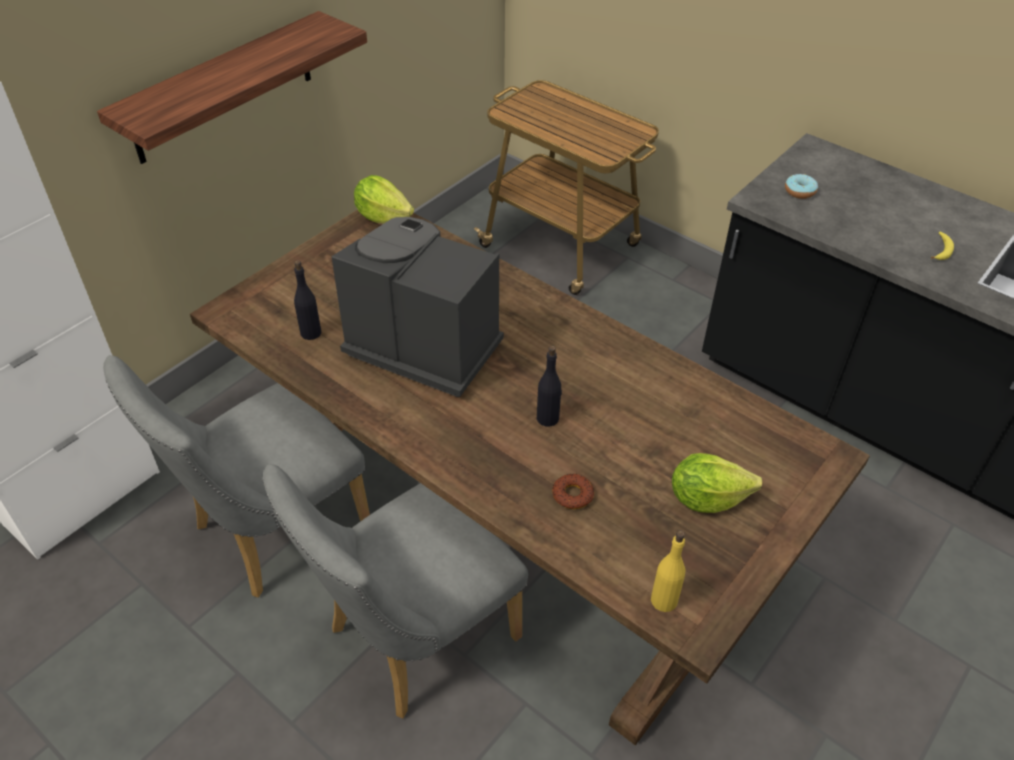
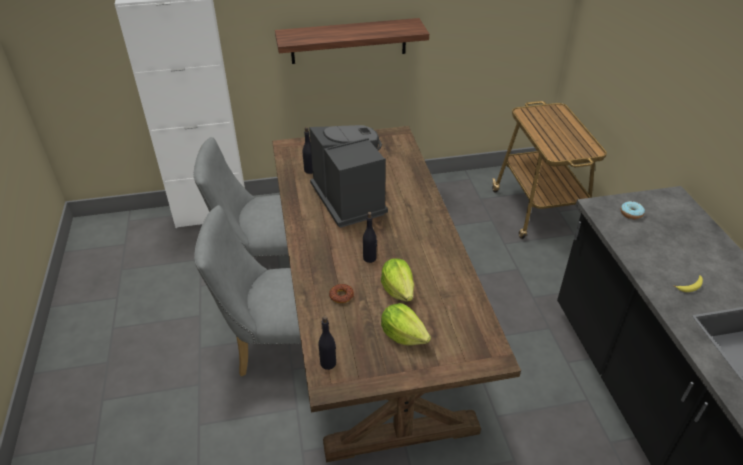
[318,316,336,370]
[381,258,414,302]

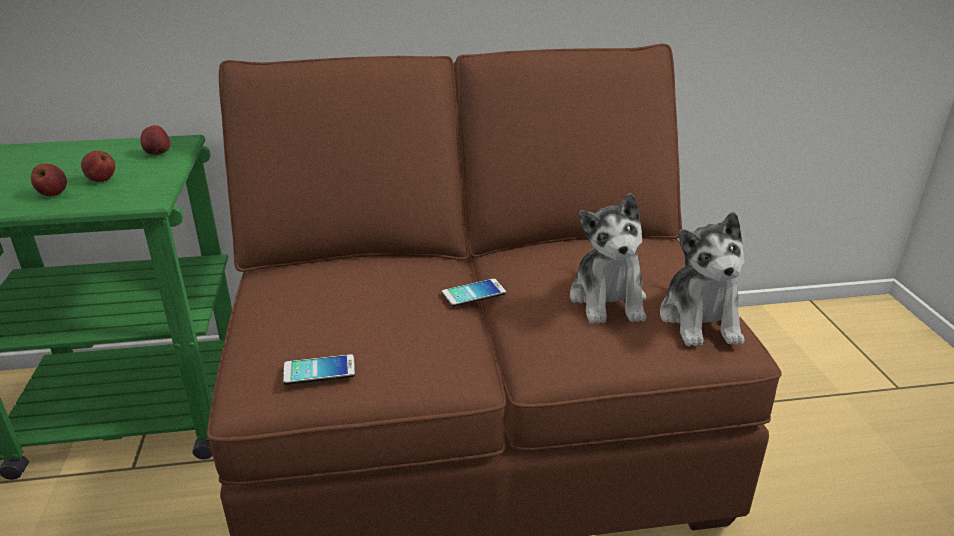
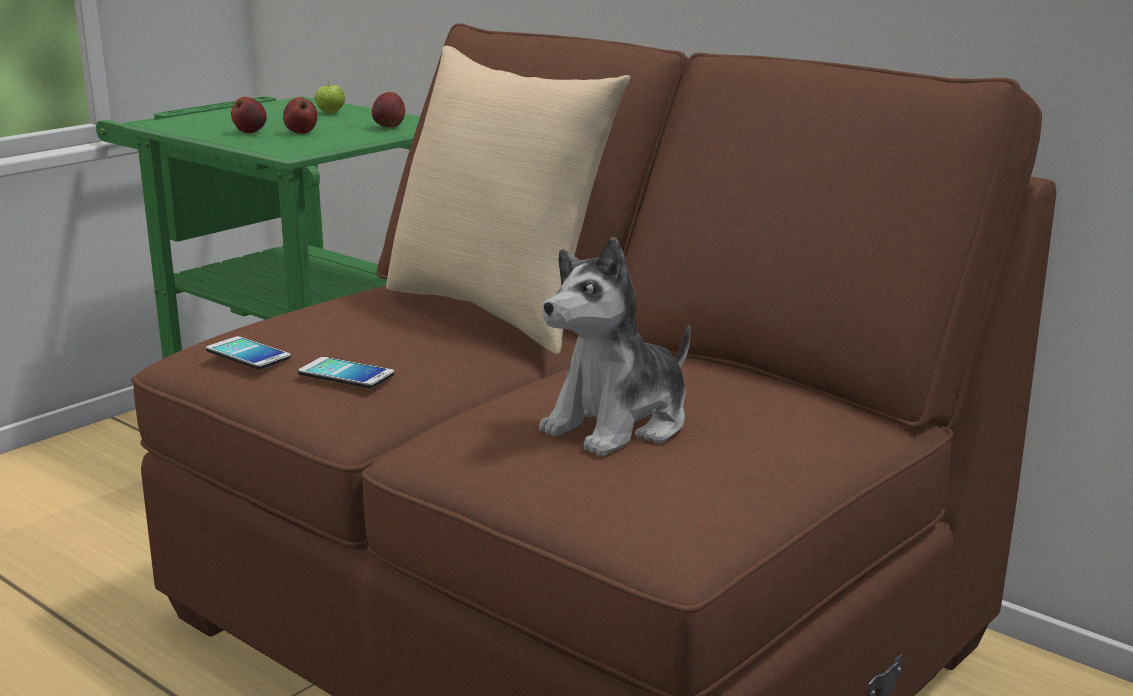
[298,357,395,388]
[315,79,345,114]
[386,45,630,355]
[660,212,745,346] (first image)

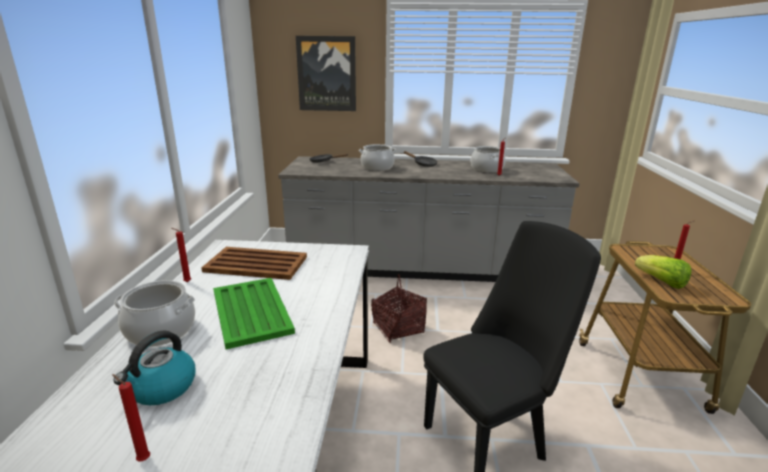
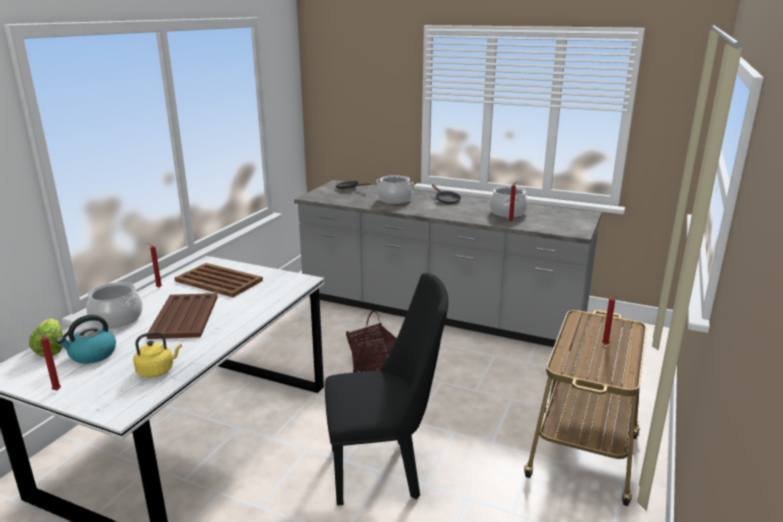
[29,318,63,357]
[133,331,182,378]
[147,293,218,339]
[296,36,356,111] (first image)

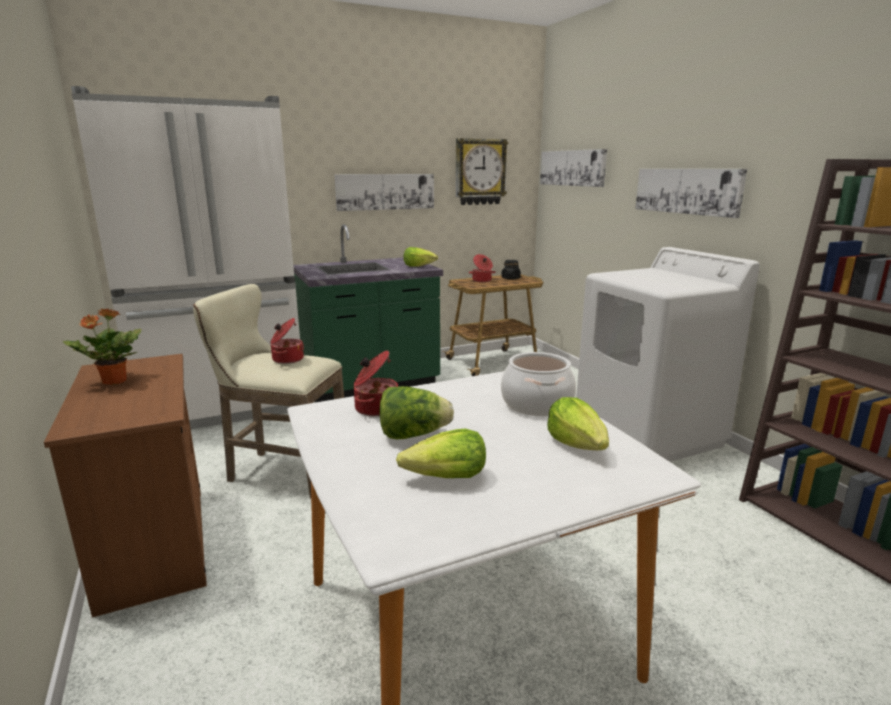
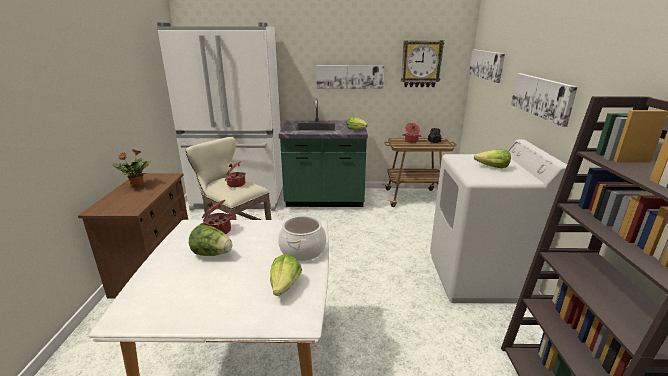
[474,149,511,168]

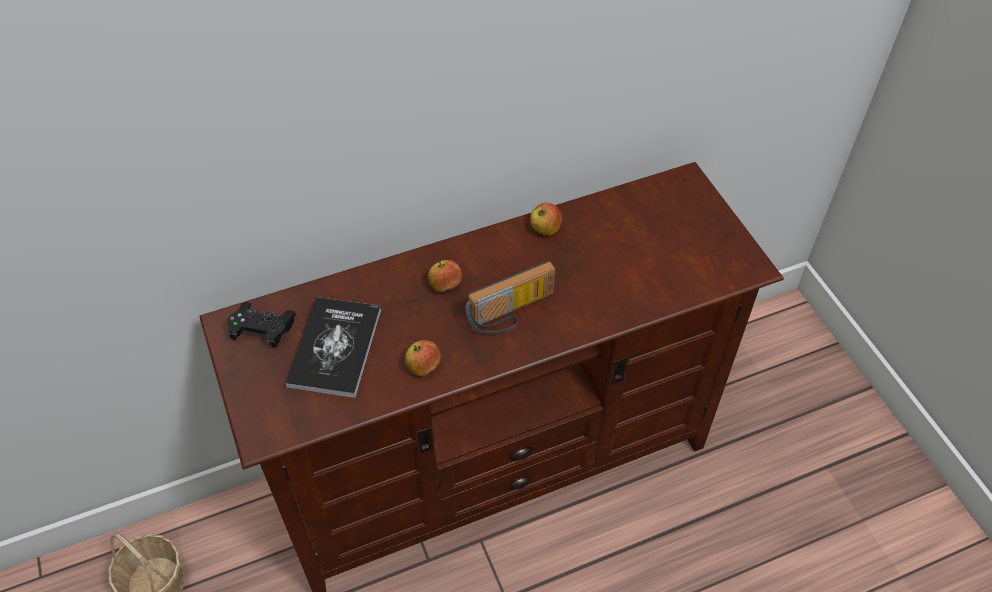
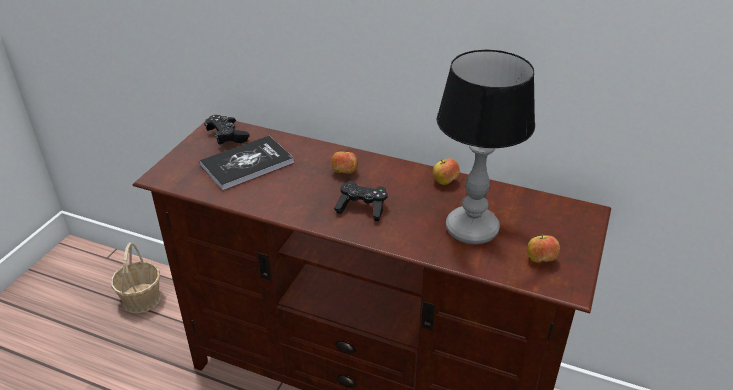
[334,181,388,221]
[437,49,535,245]
[527,234,560,263]

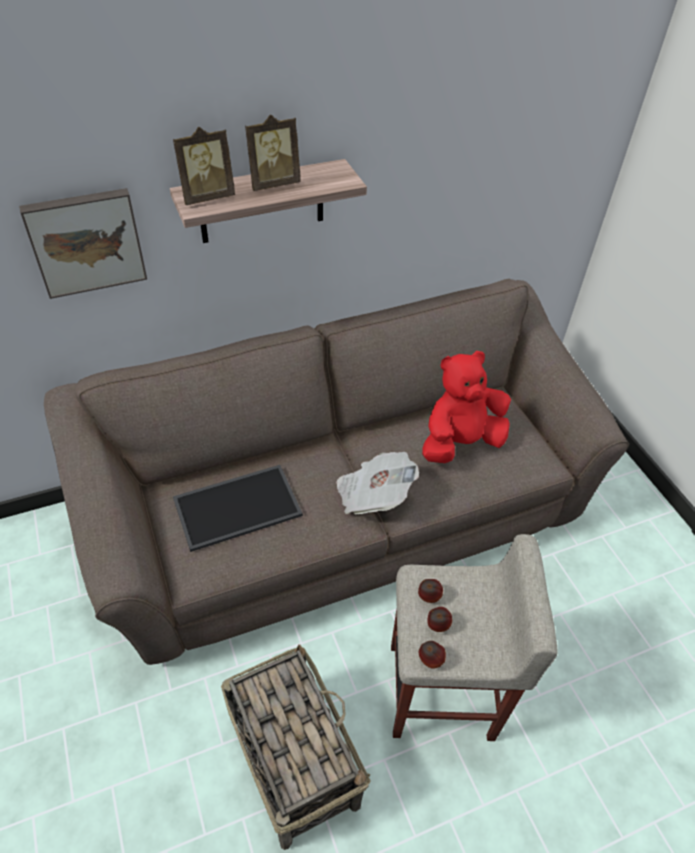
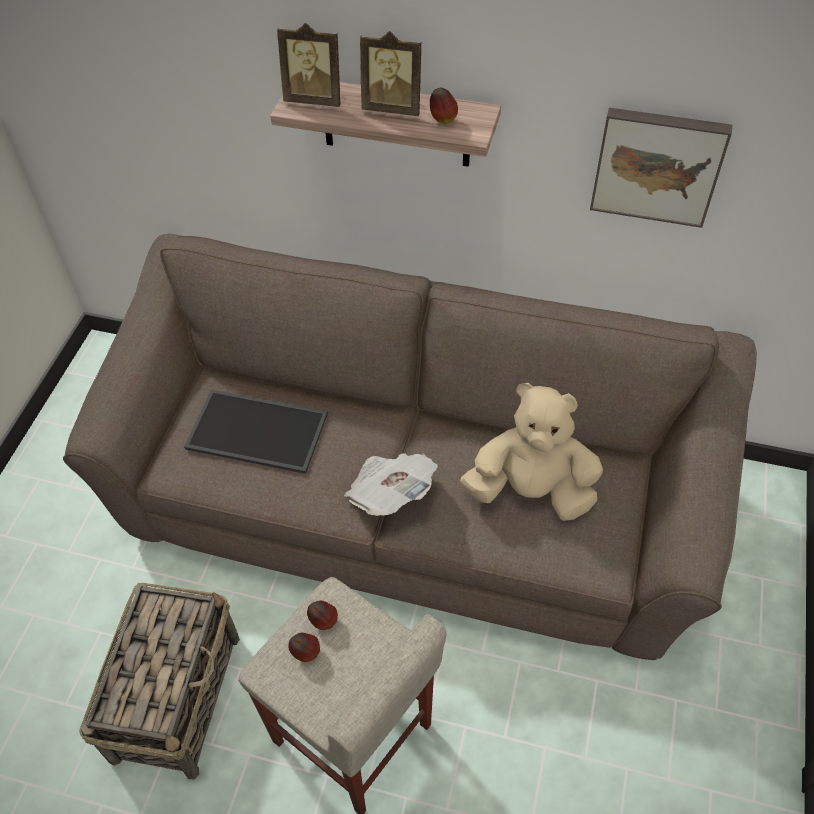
[430,88,458,124]
[460,383,603,521]
[590,108,732,228]

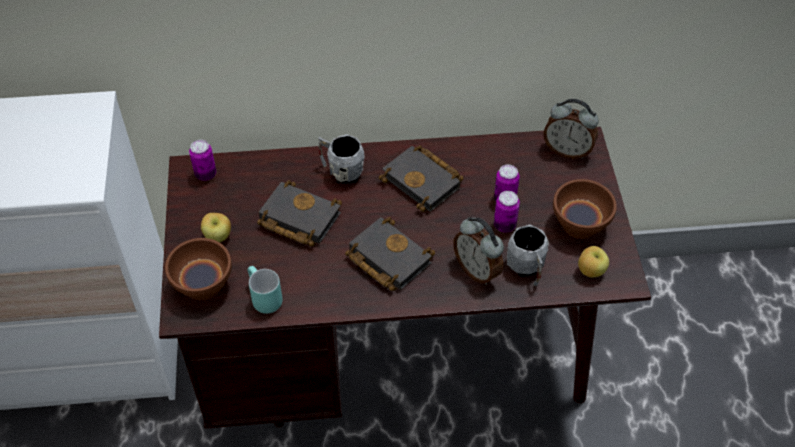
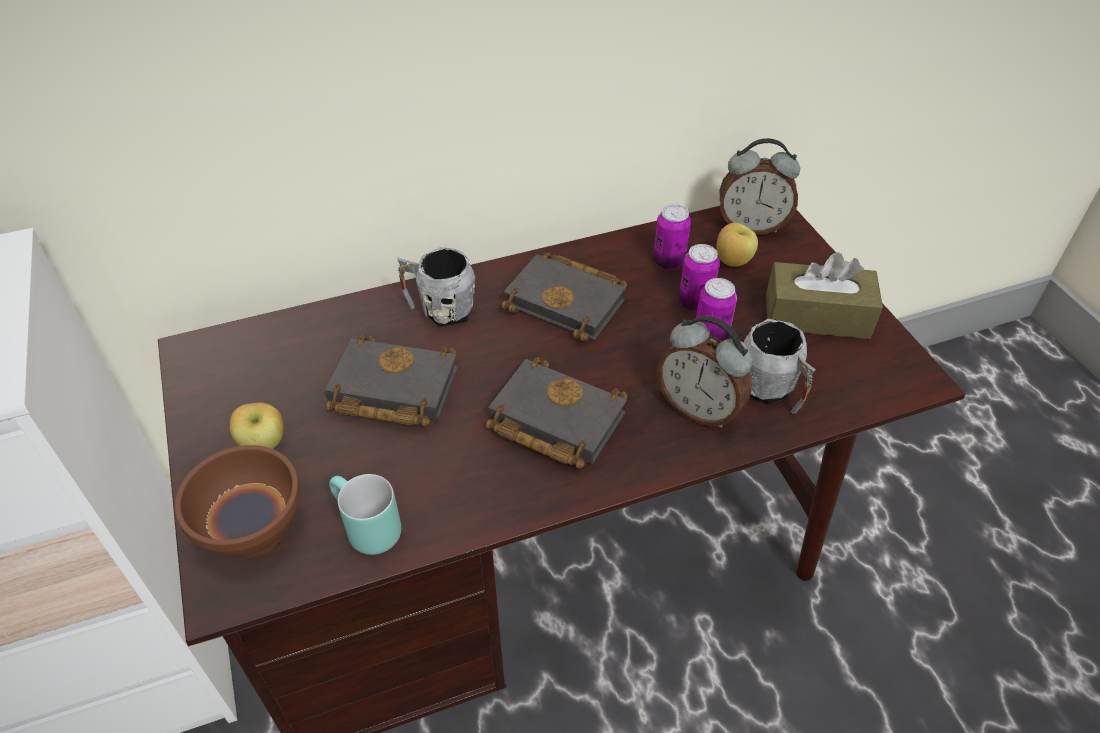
[653,204,691,270]
[717,223,758,267]
[766,252,883,339]

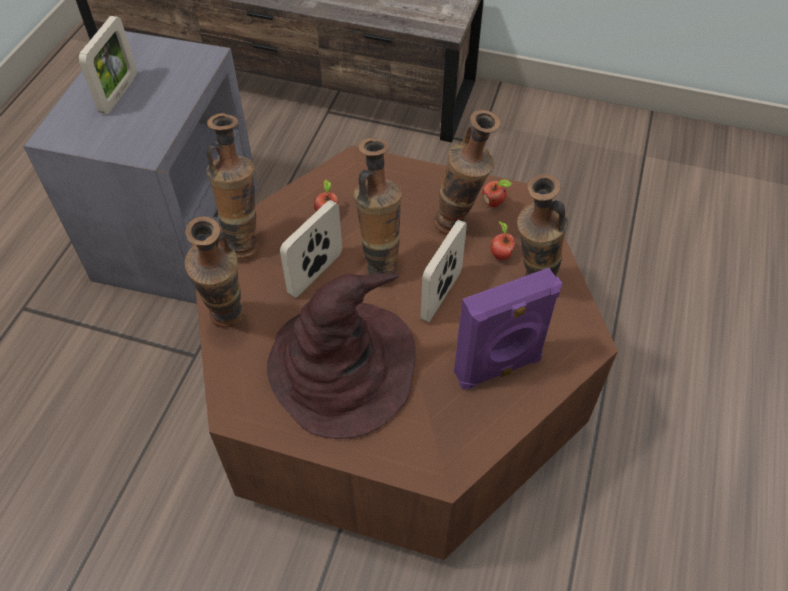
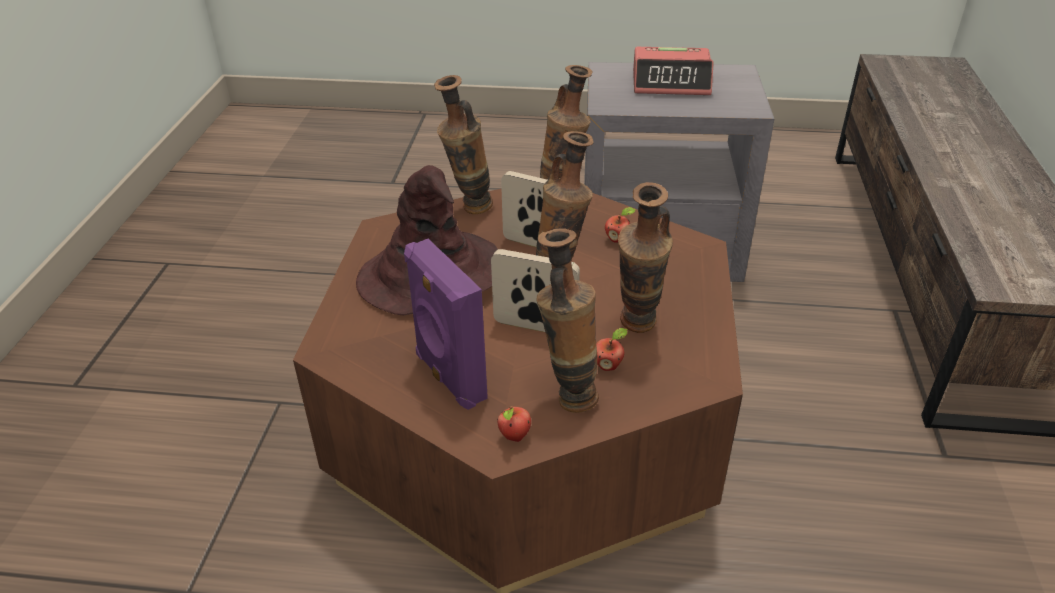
[497,406,531,442]
[633,47,714,95]

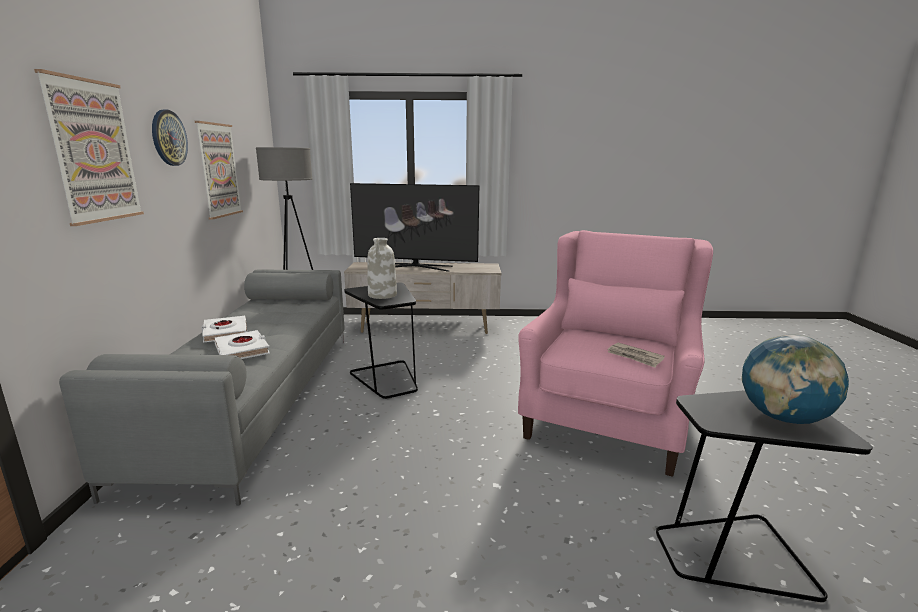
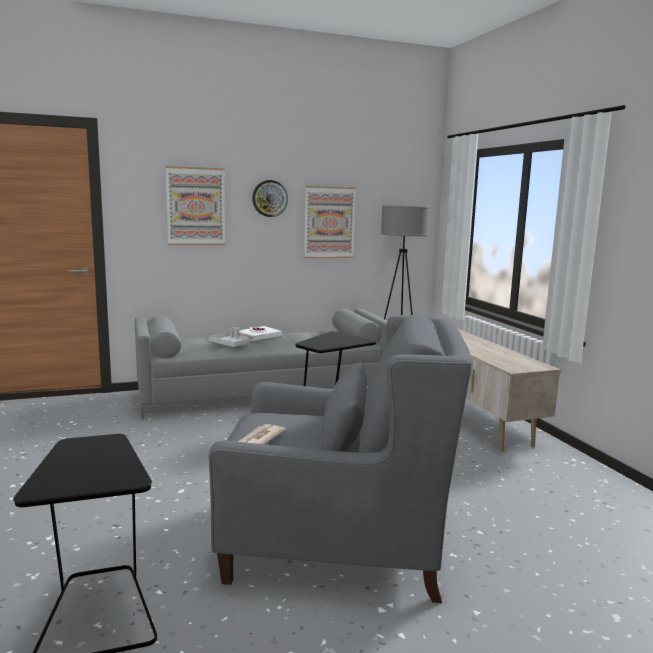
[209,314,473,603]
[209,327,250,347]
[350,183,479,272] (first image)
[367,238,397,299] (first image)
[741,334,849,424] (first image)

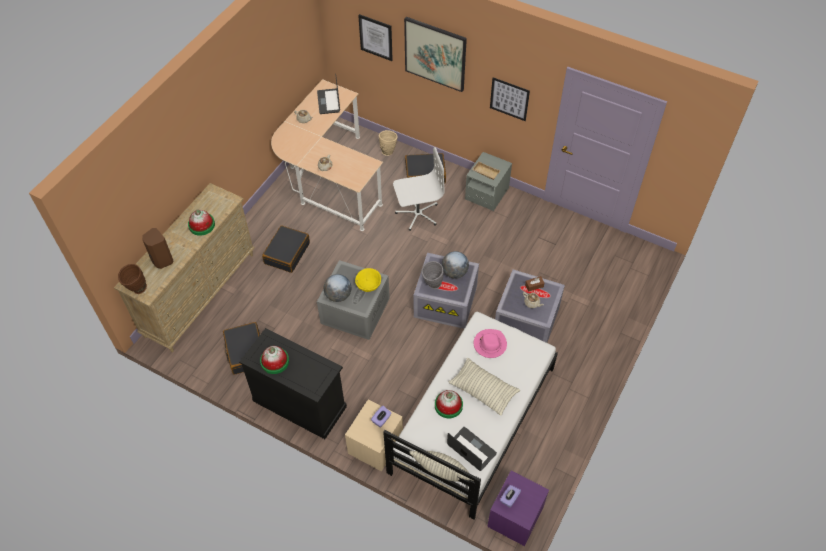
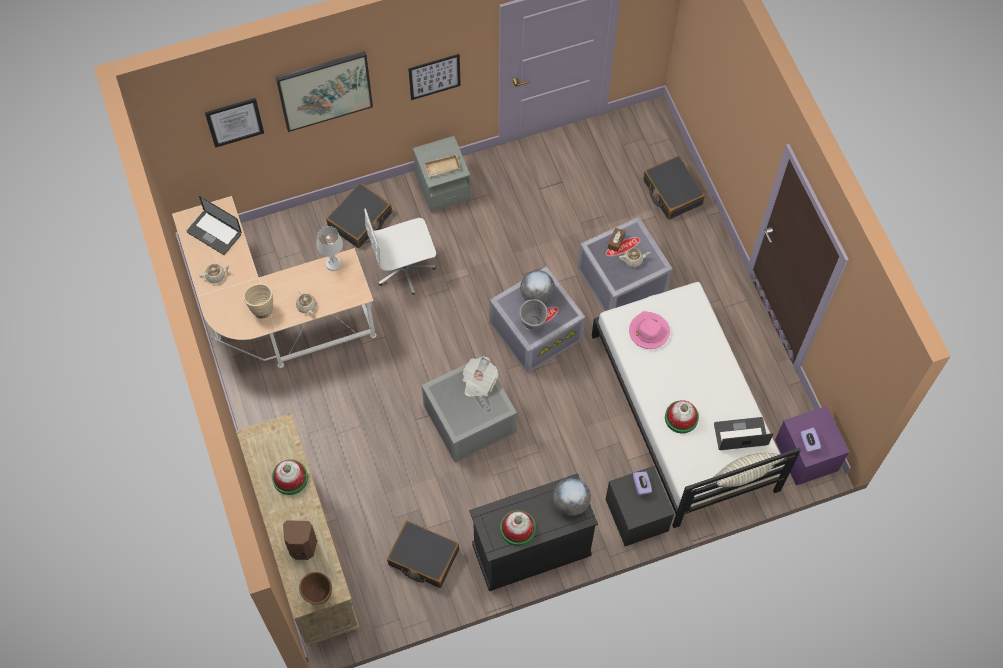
[243,283,273,320]
[316,226,343,271]
[364,208,436,295]
[462,356,498,397]
[553,478,591,516]
[606,466,674,546]
[644,156,705,220]
[448,358,520,416] (first image)

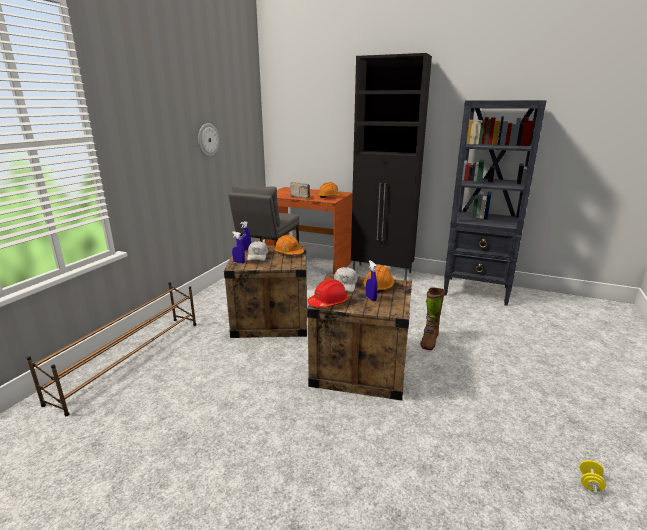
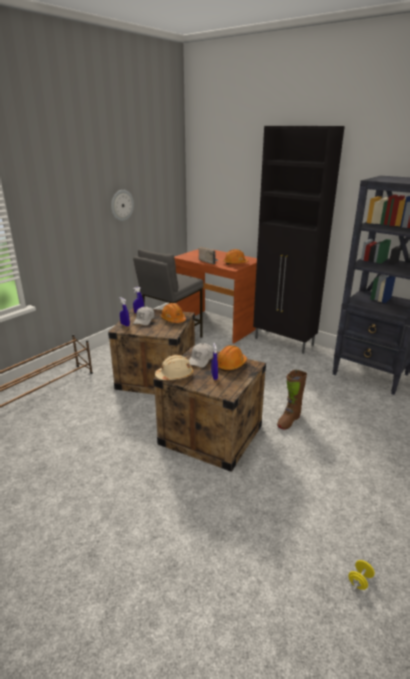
[155,355,193,380]

